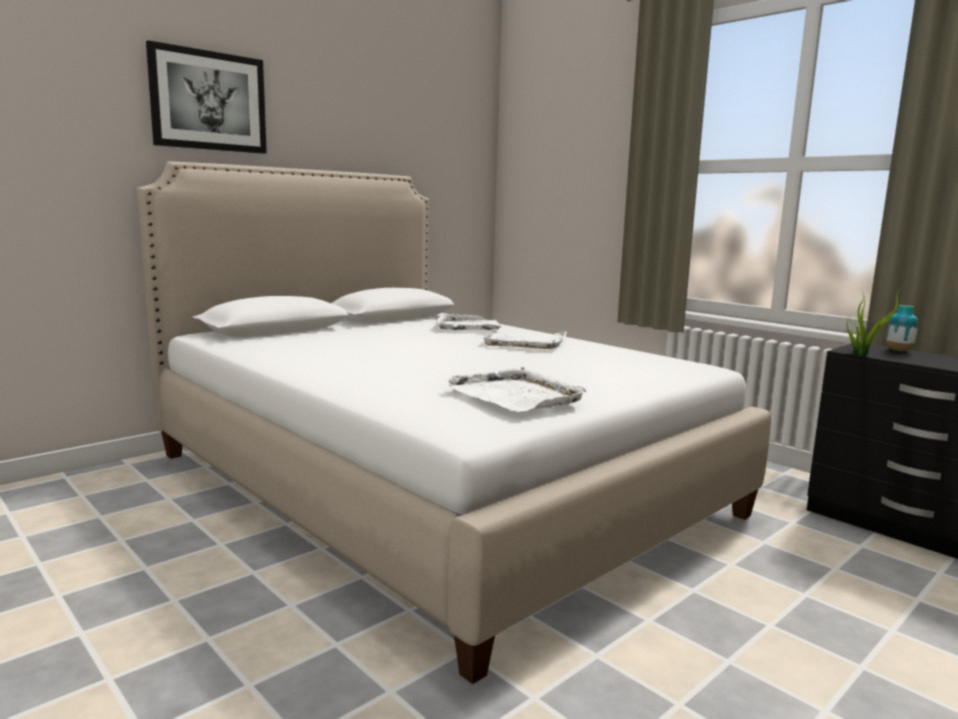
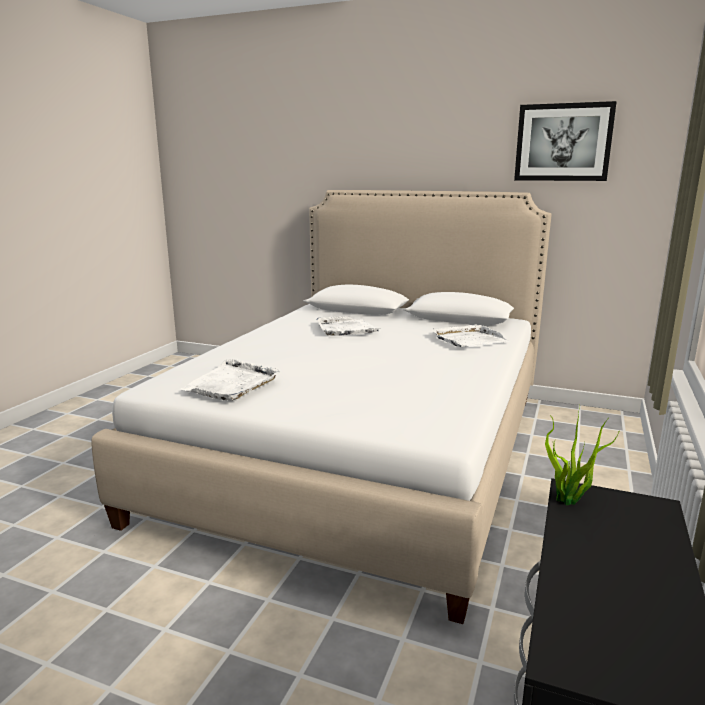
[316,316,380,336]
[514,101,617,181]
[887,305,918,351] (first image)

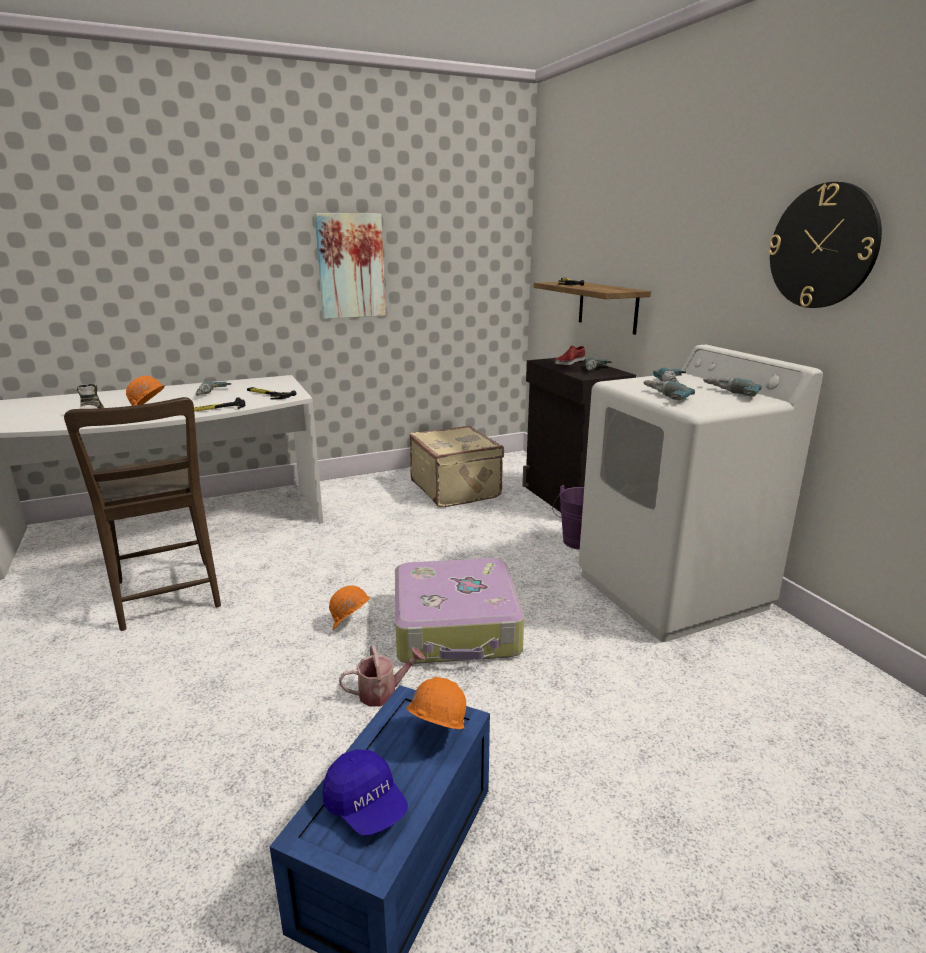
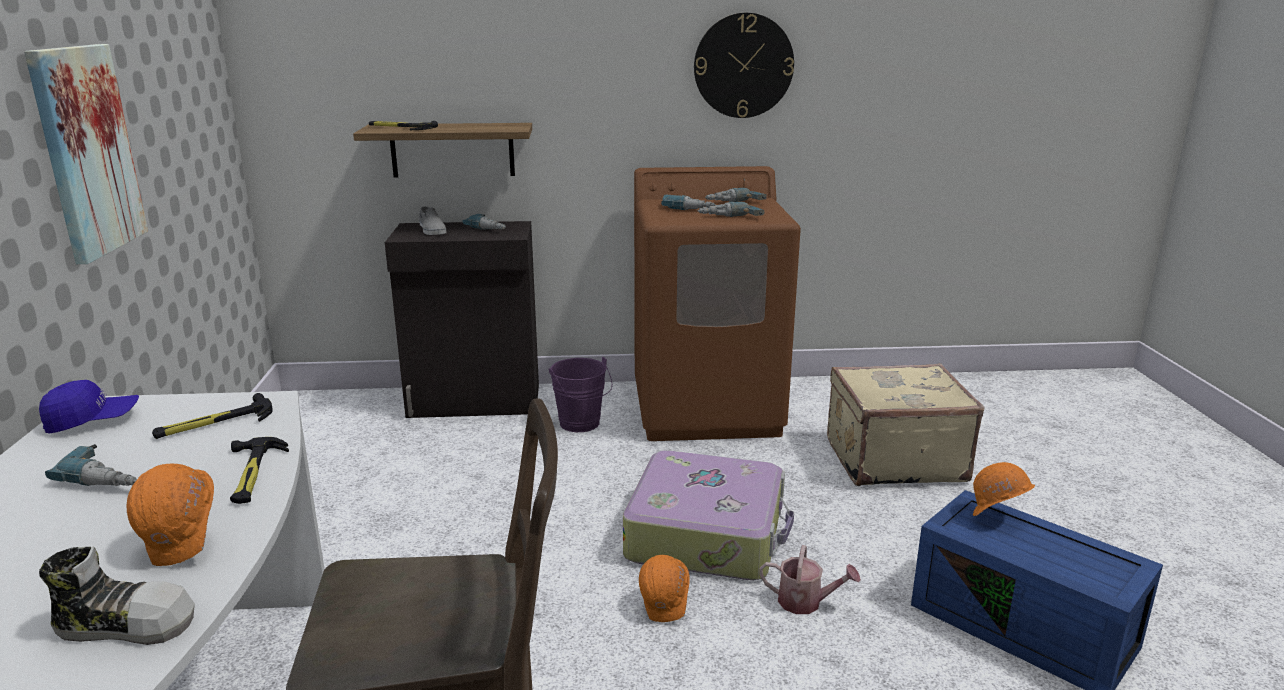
[39,380,139,434]
[419,206,447,235]
[634,166,801,441]
[759,545,861,614]
[827,363,985,486]

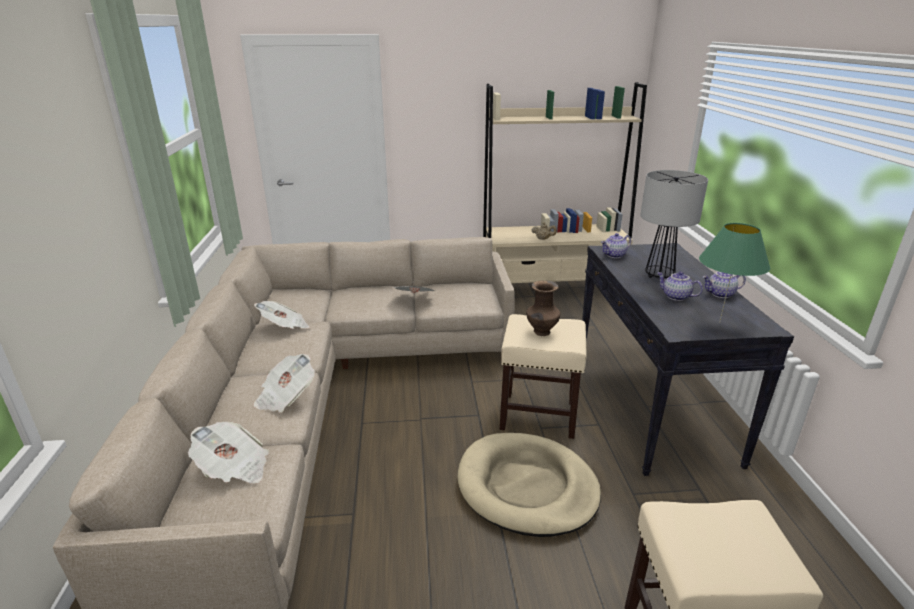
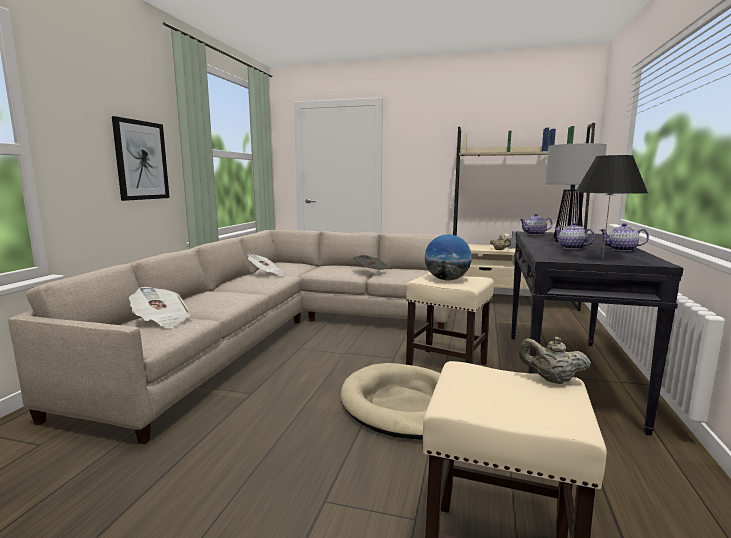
[112,116,170,201]
[425,234,472,280]
[519,337,591,384]
[575,155,648,258]
[253,354,315,412] (first image)

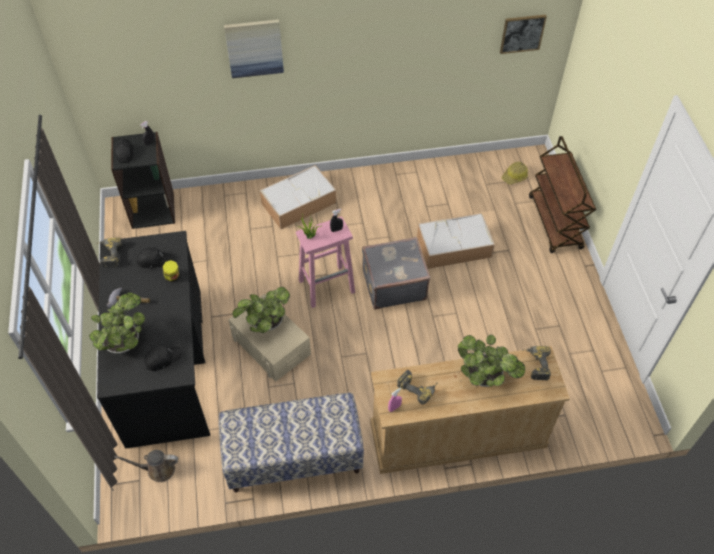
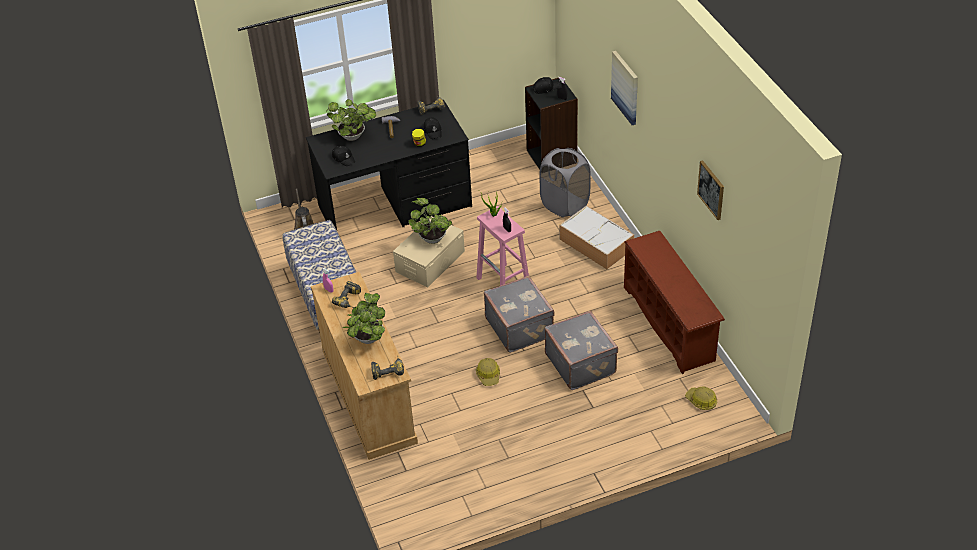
[476,358,500,386]
[539,148,591,217]
[545,311,618,390]
[624,231,725,374]
[697,160,724,220]
[529,136,596,253] (first image)

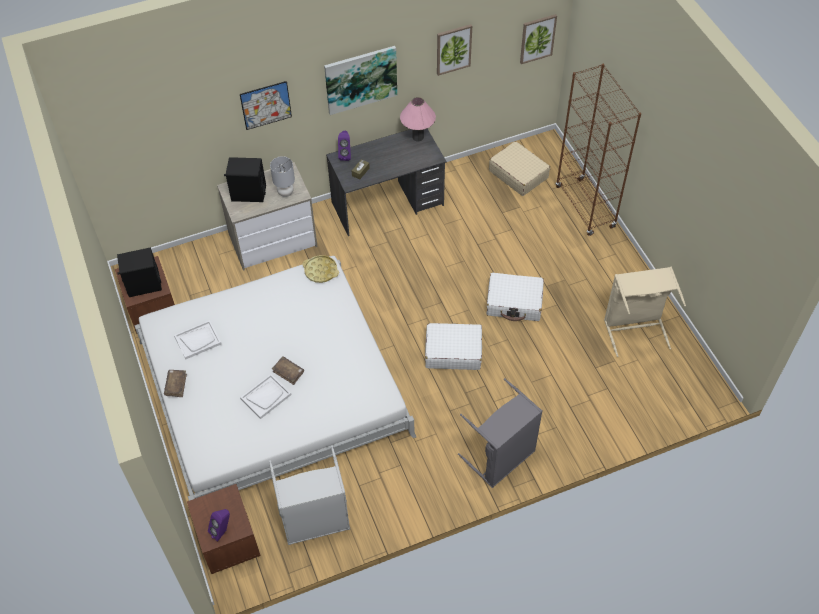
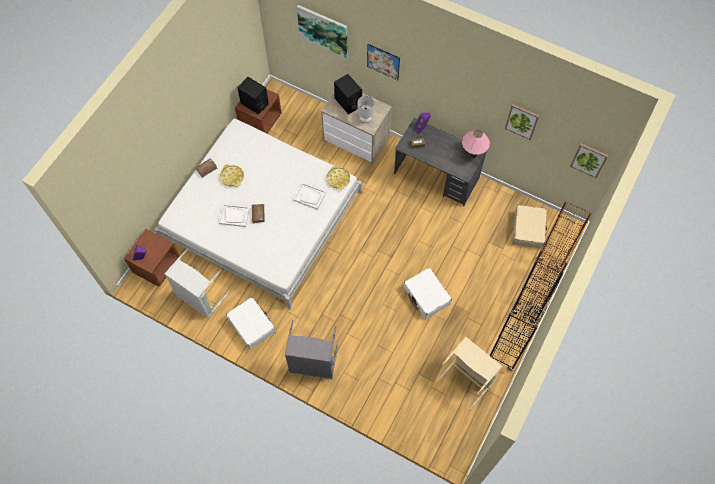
[220,164,244,187]
[226,297,275,349]
[293,183,326,210]
[297,5,348,58]
[490,260,564,371]

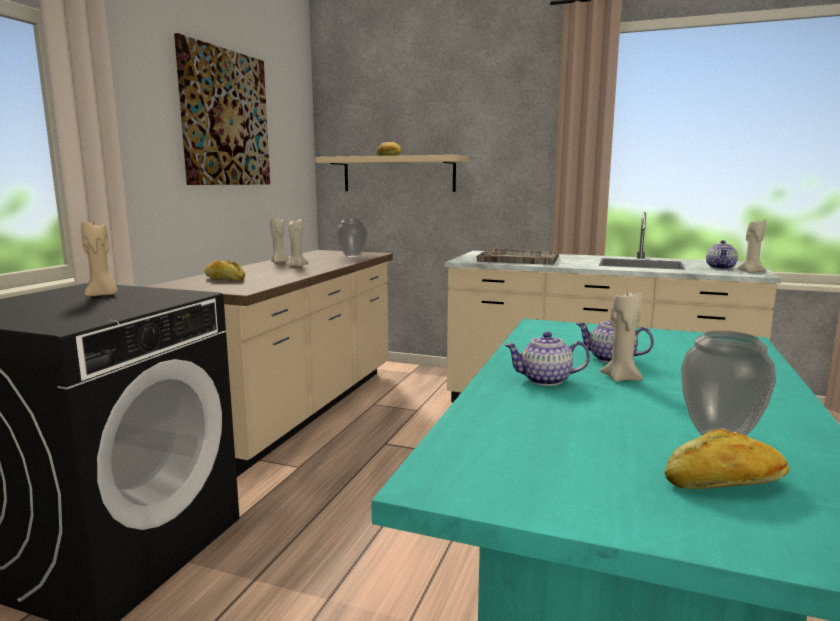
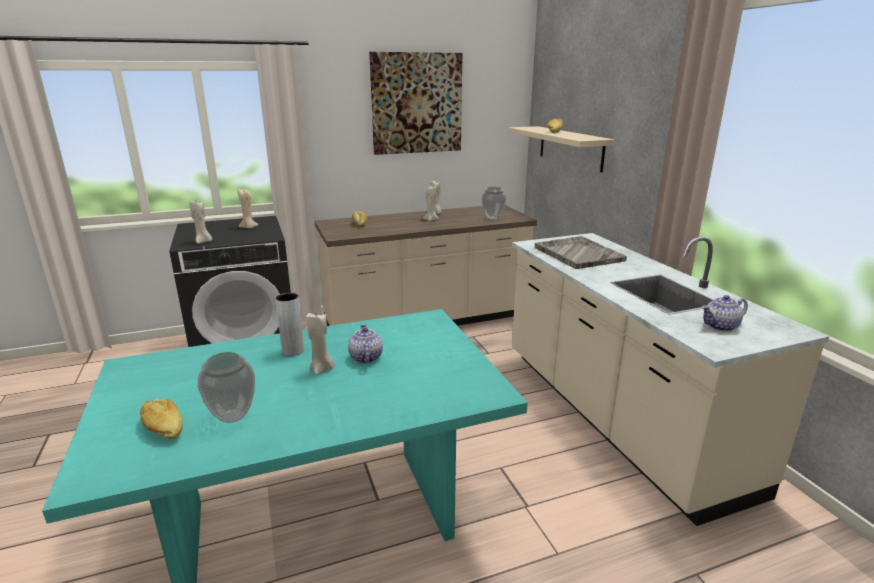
[189,201,212,244]
[275,293,304,356]

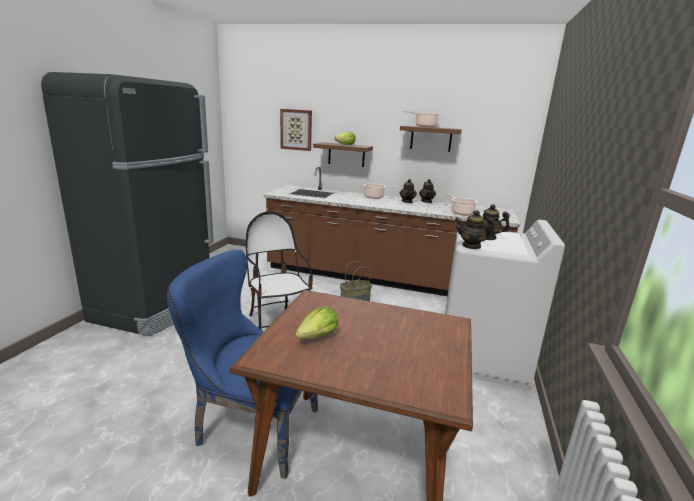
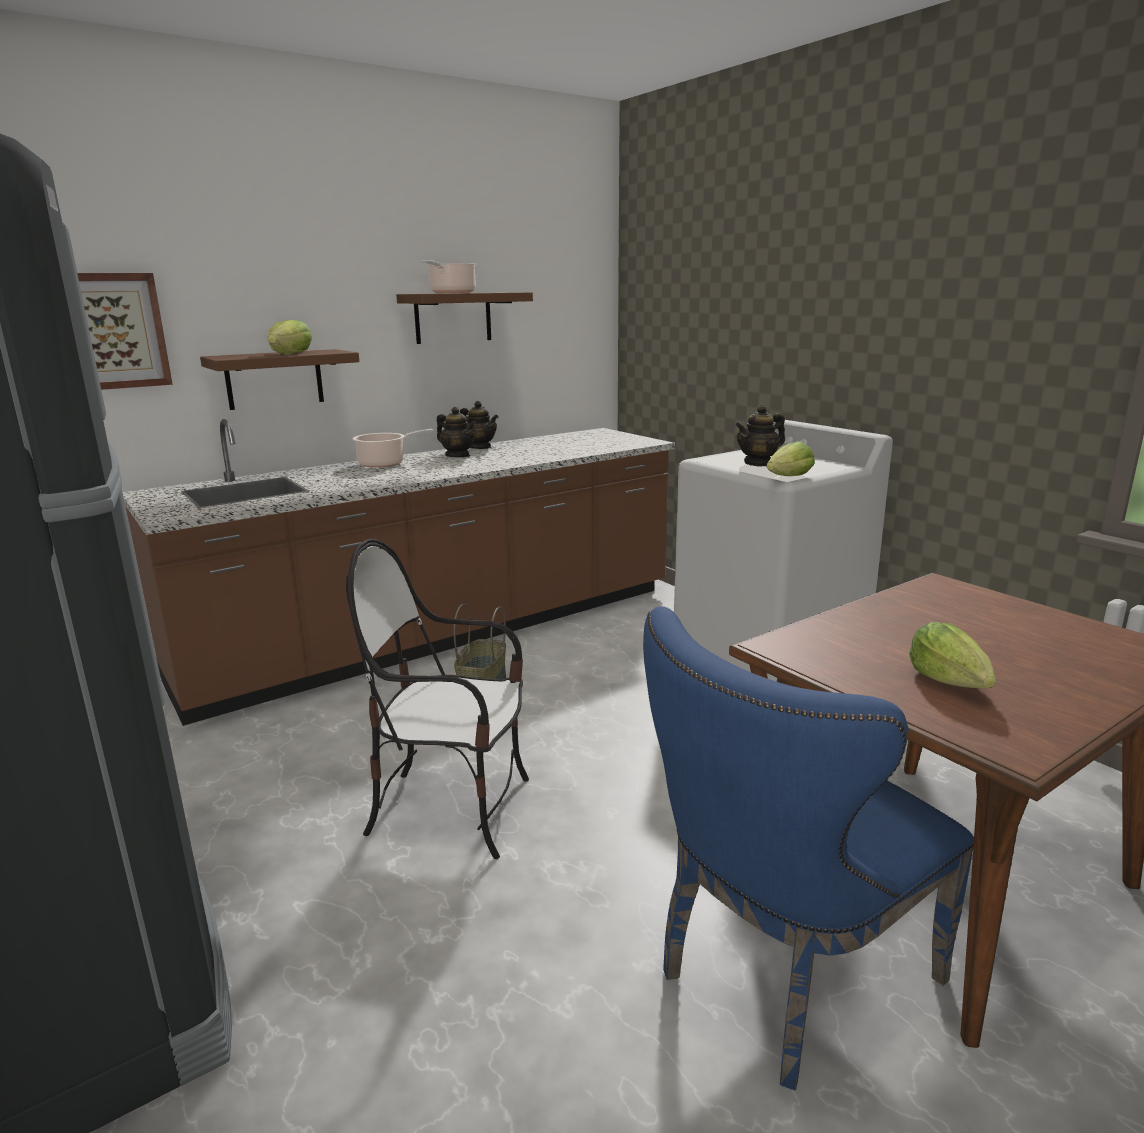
[766,441,815,476]
[445,193,478,215] (first image)

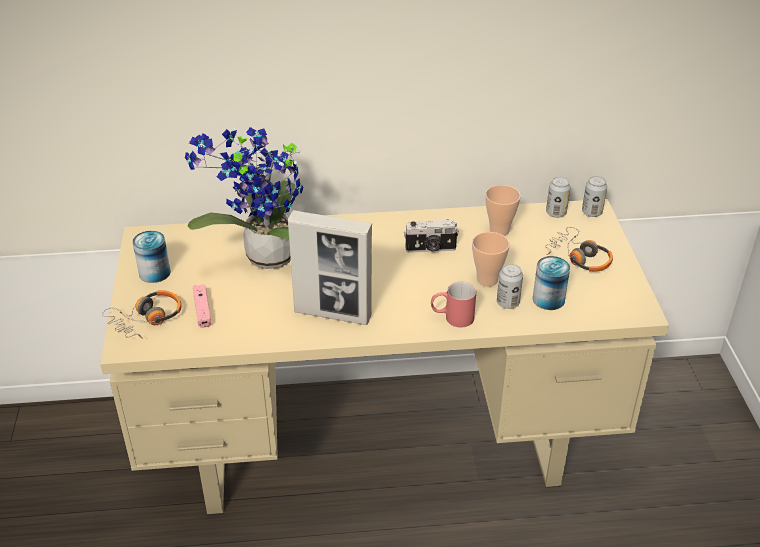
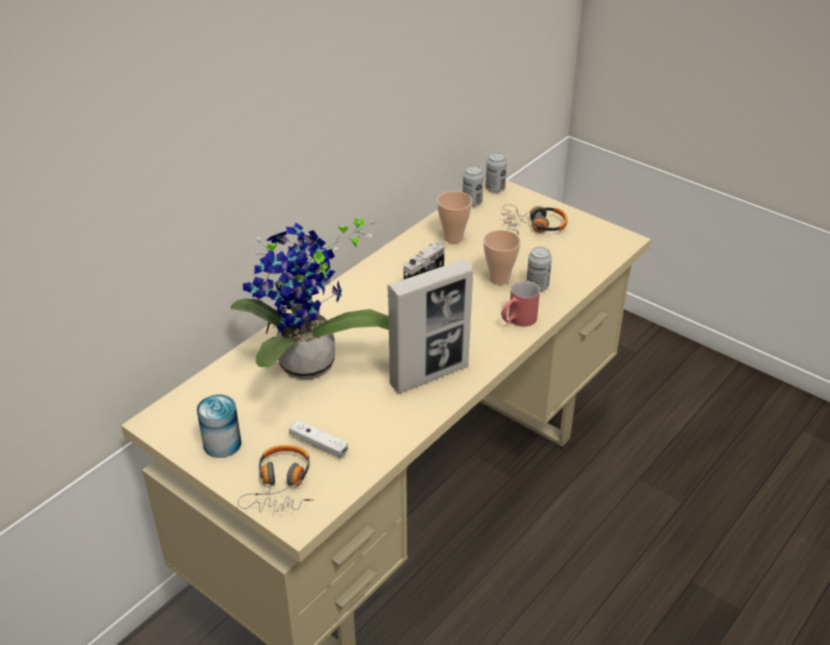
[289,420,348,458]
[533,256,570,310] (first image)

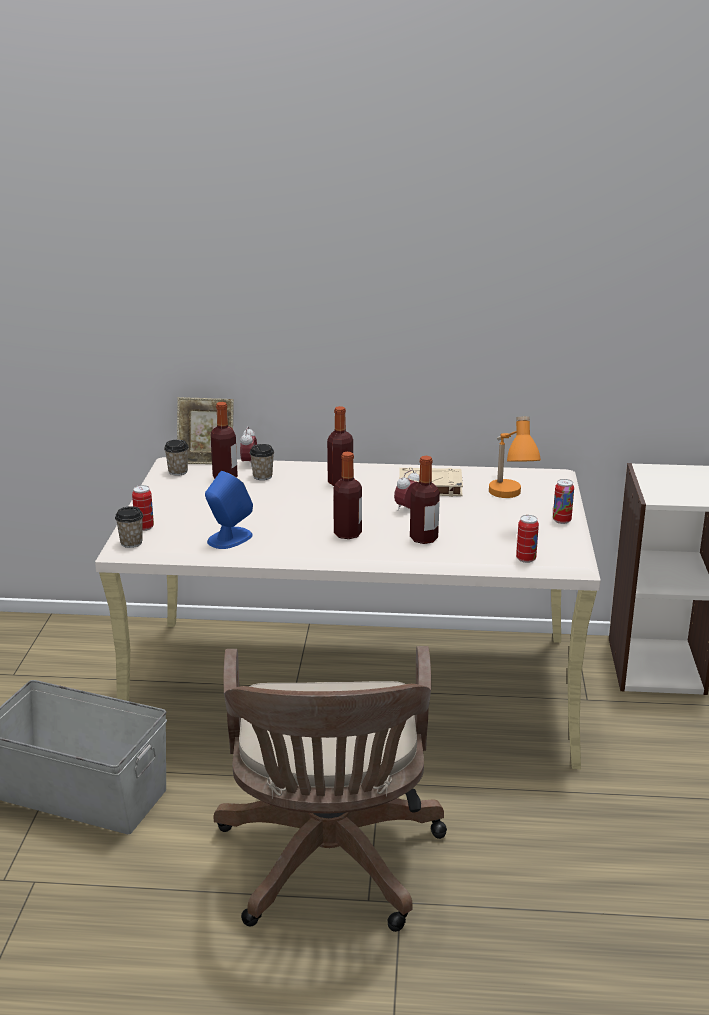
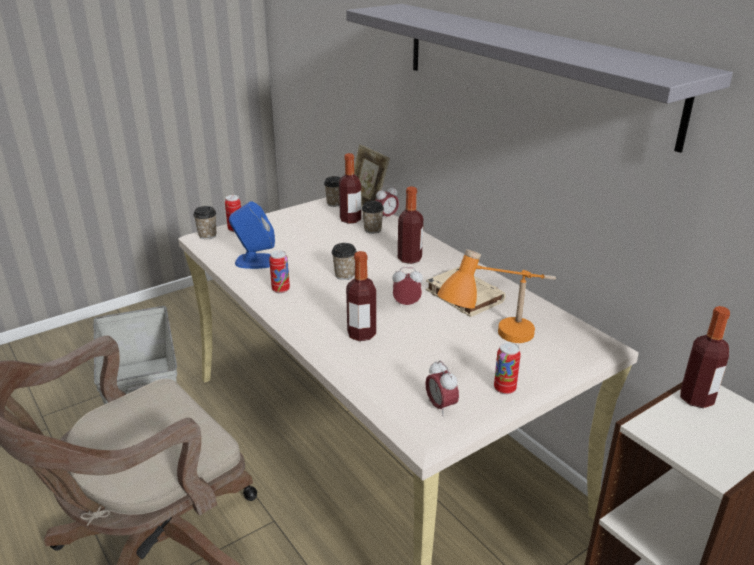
[269,250,290,293]
[332,243,357,280]
[346,4,733,153]
[425,360,459,416]
[680,306,730,408]

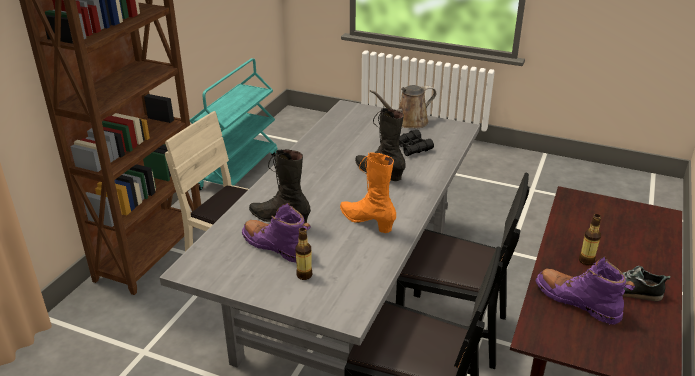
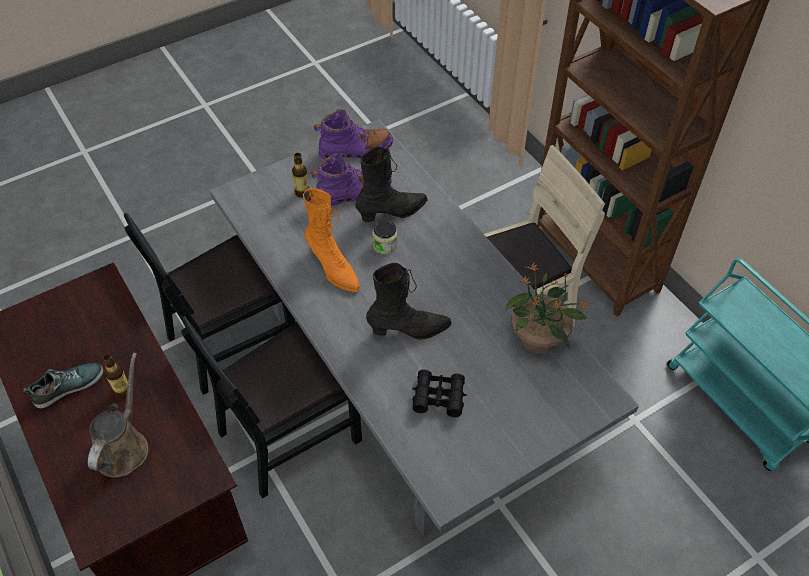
[88,353,149,477]
[303,188,360,292]
[314,109,393,159]
[372,220,398,254]
[505,263,591,354]

